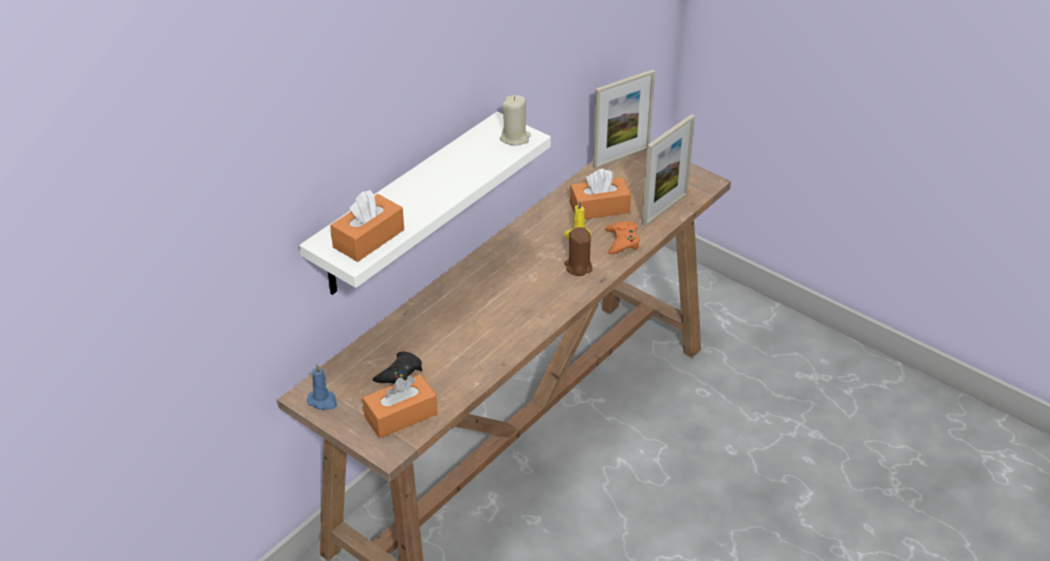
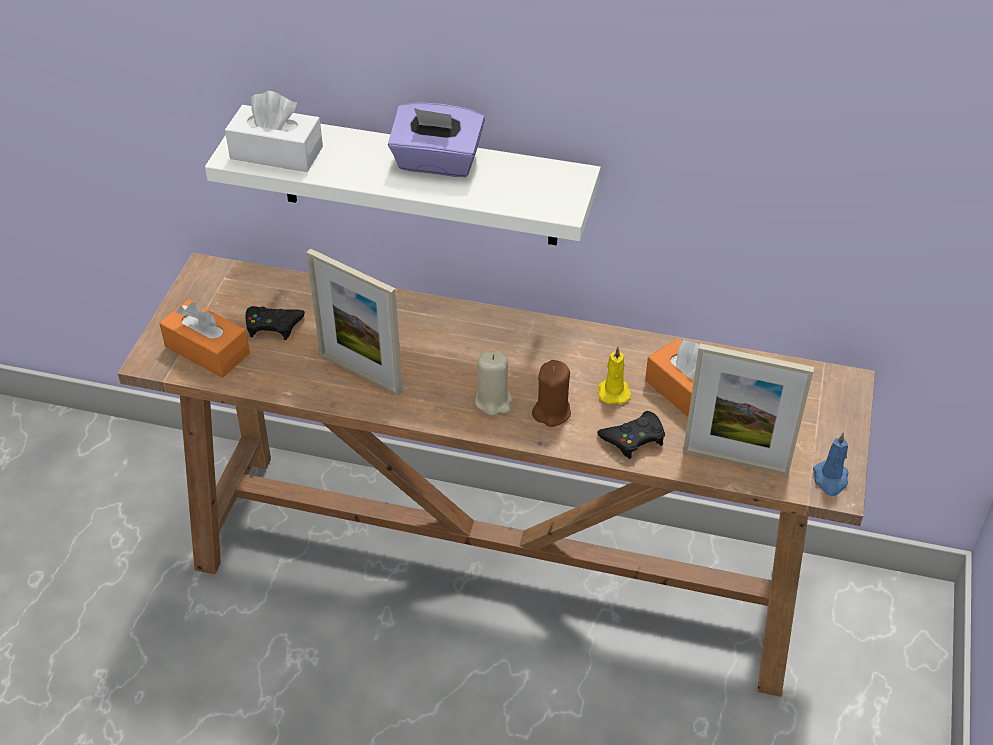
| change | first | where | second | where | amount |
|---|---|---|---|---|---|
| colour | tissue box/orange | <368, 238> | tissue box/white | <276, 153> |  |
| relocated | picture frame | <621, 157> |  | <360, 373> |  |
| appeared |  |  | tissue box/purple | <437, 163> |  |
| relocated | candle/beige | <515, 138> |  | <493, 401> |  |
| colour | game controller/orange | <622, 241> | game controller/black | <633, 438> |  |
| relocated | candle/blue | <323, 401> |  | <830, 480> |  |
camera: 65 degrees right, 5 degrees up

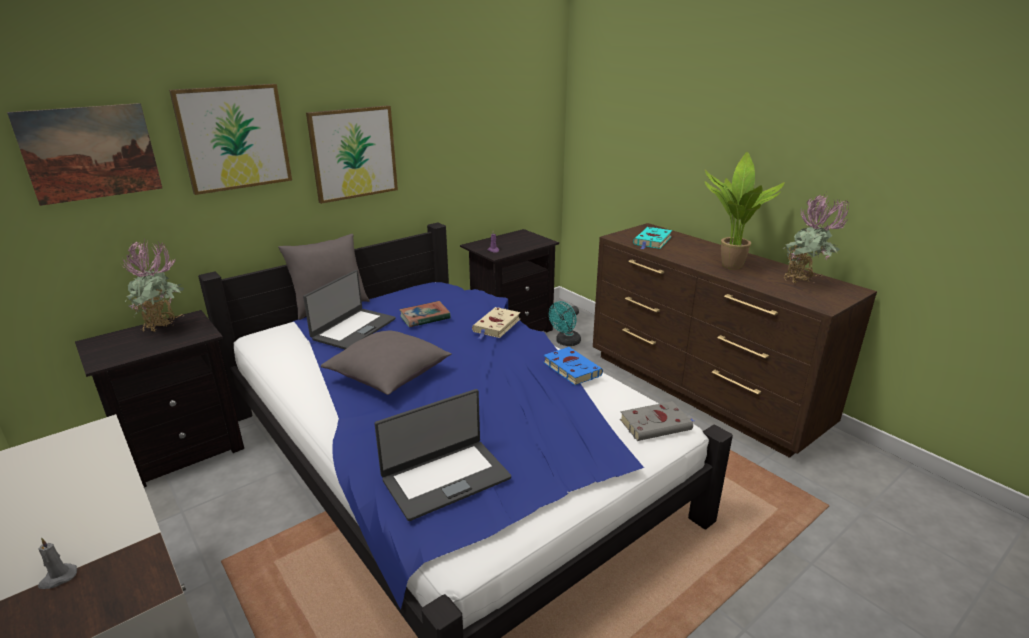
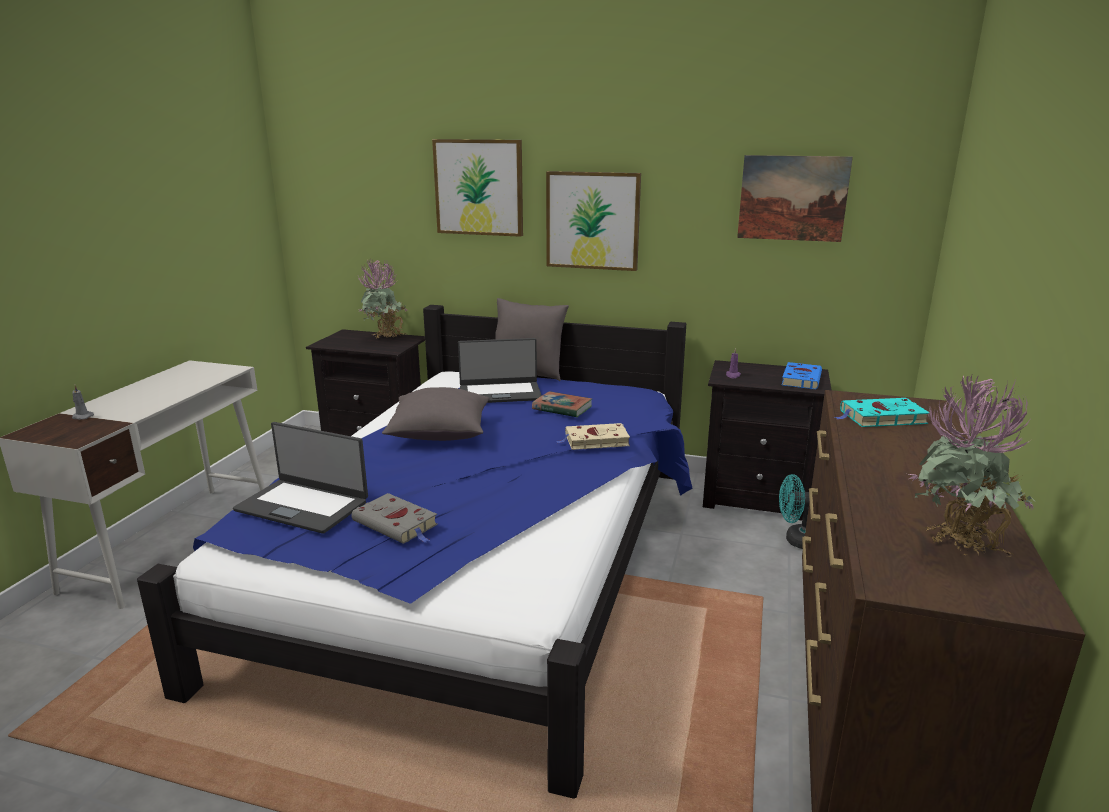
| change | first | where | second | where | amount |
|---|---|---|---|---|---|
| relocated | book/grey | <657, 424> |  | <397, 524> |  |
| relocated | picture | <90, 153> |  | <792, 198> |  |
| relocated | book/blue | <570, 368> |  | <801, 379> |  |
| missing | potted plant | <728, 266> |  |  |  |
camera: 55 degrees right, 5 degrees down

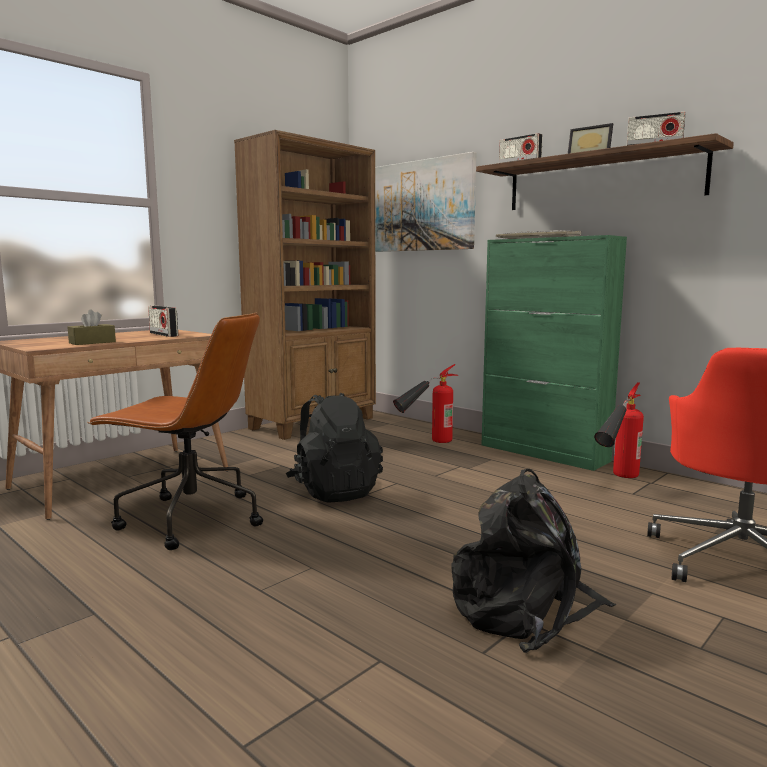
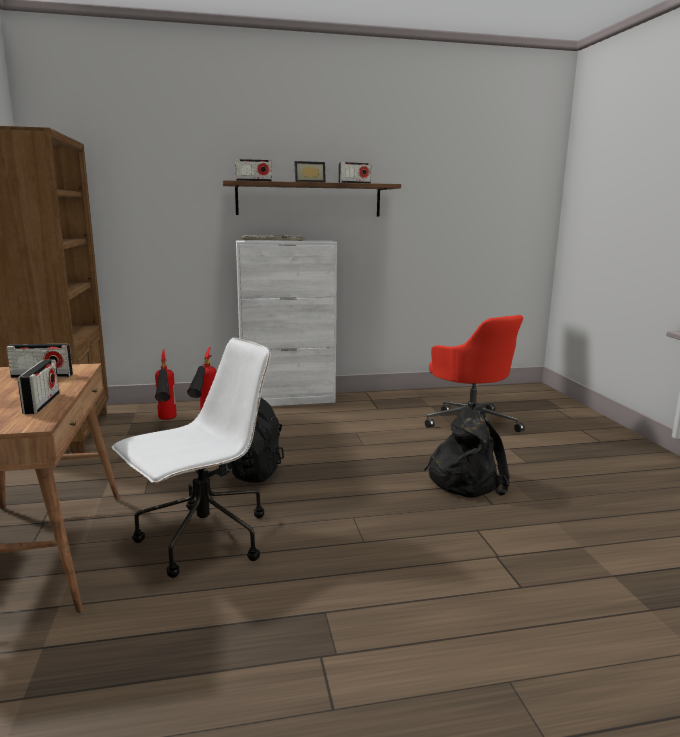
| change | first | where | second | where | amount |
|---|---|---|---|---|---|
| exchanged | tissue box/brown | <92, 342> | radio | <42, 403> |  |
| colour | office chair/brown | <189, 519> | office chair/white | <202, 540> |  |
| relocated | fire extinguisher | <617, 480> |  | <166, 422> |  |
| colour | cabinet/green | <544, 453> | cabinet/white | <288, 400> |  |
| missing | picture | <421, 206> |  |  |  |
camera: 55 degrees left, 5 degrees up

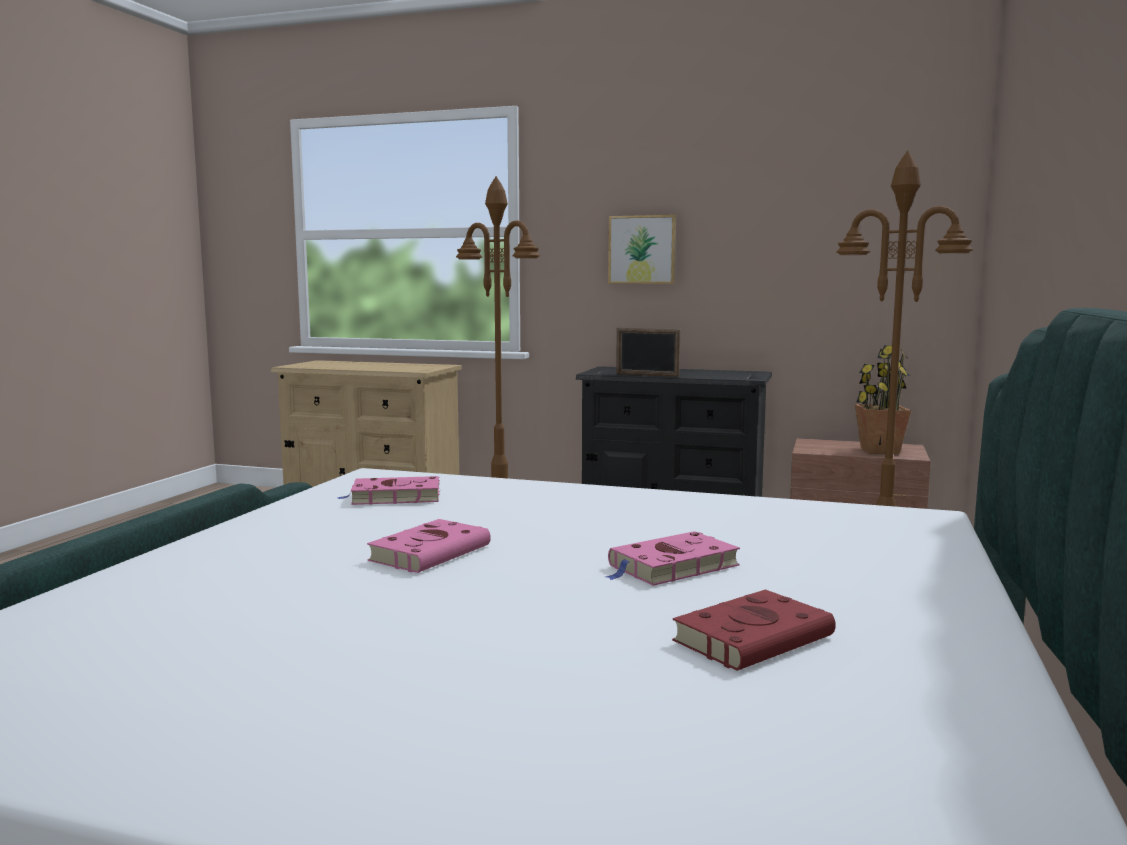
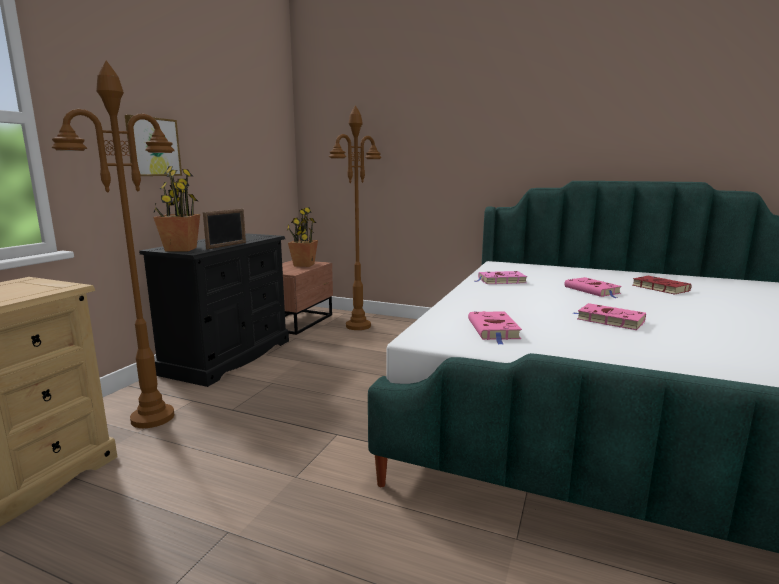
| change | first | where | second | where | amount |
|---|---|---|---|---|---|
| appeared |  |  | potted plant | <180, 249> |  |
| appeared |  |  | book/pink | <500, 281> |  |
camera: 85 degrees left, 5 degrees up

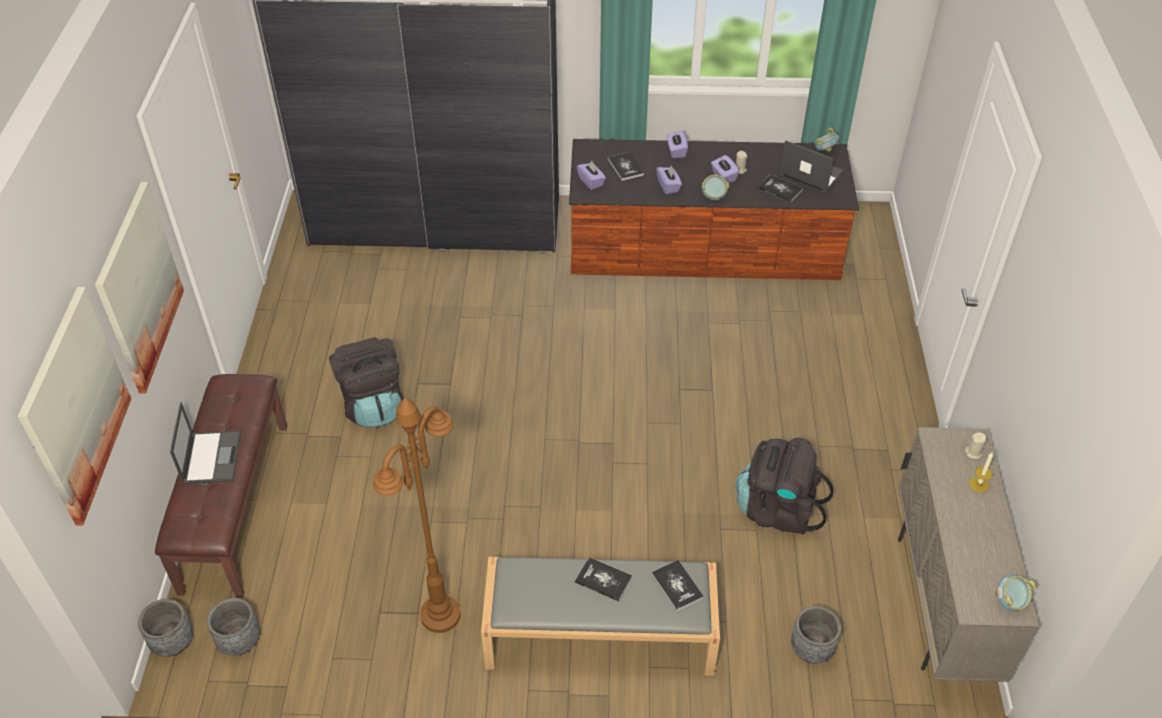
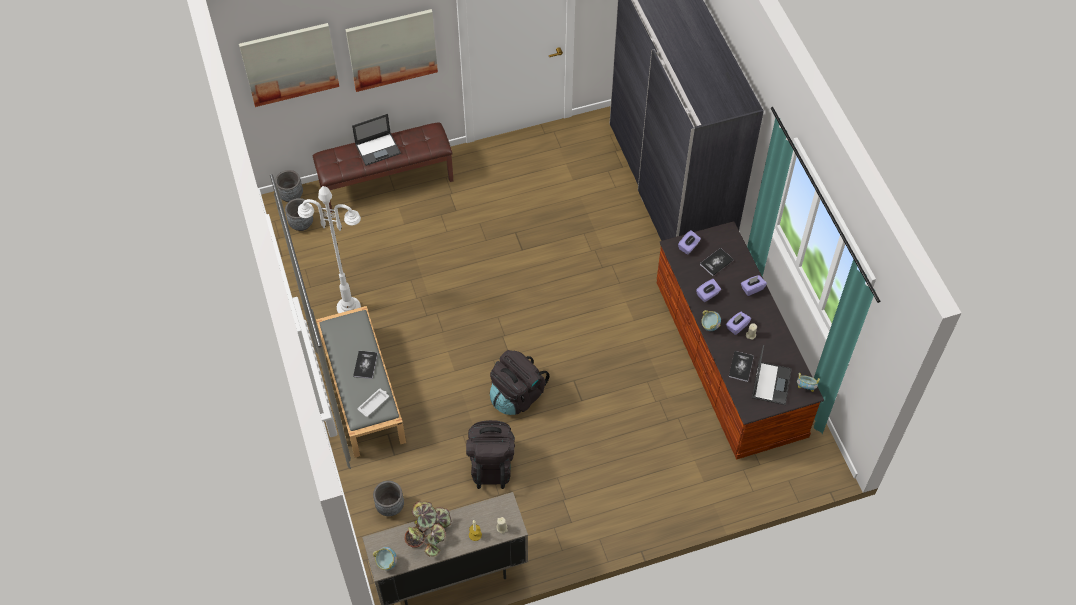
| change | first | where | second | where | amount |
|---|---|---|---|---|---|
| colour | floor lamp/brown | <440, 615> | floor lamp/white | <348, 308> |  |
| exchanged | book | <677, 586> | tray/white | <374, 403> |  |
| appeared |  |  | potted plant | <428, 534> |  |
| relocated | backpack/black | <373, 405> |  | <517, 395> |  |
camera: 70 degrees right, 10 degrees up

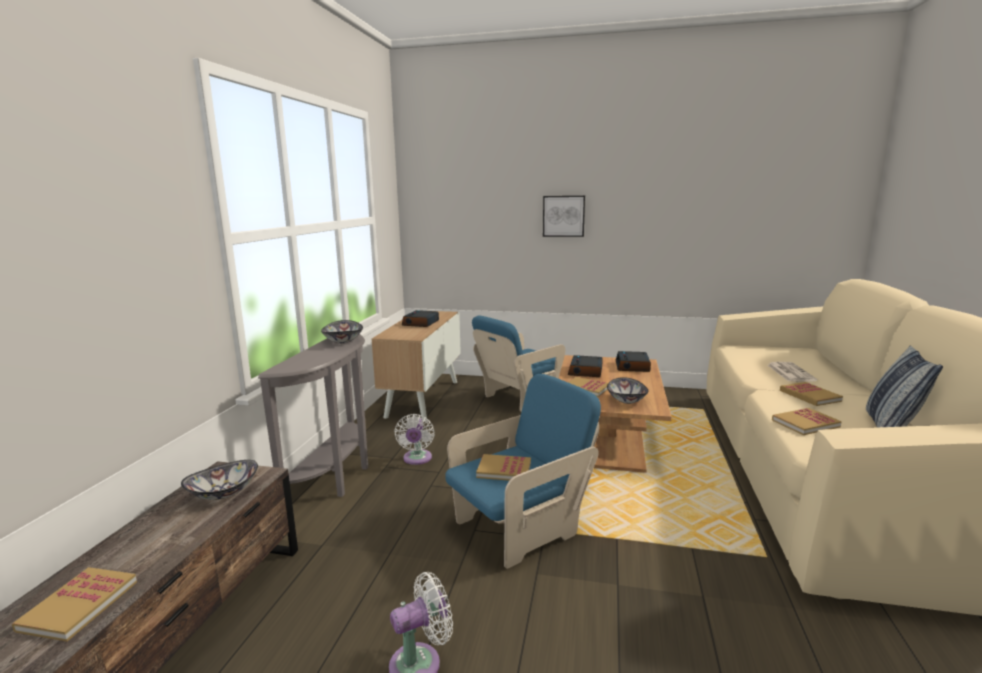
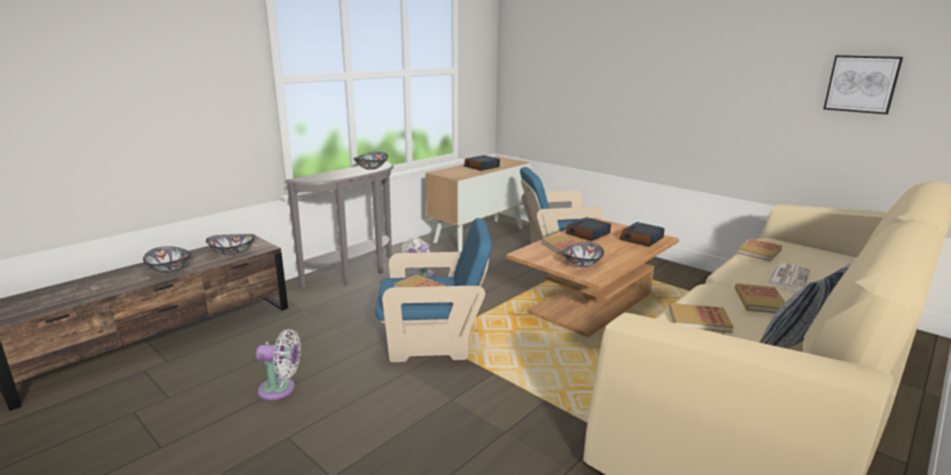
| change | first | where | second | where | amount |
|---|---|---|---|---|---|
| appeared |  |  | bowl | <169, 269> |  |
| relocated | book | <79, 605> |  | <759, 251> |  |
| relocated | picture | <563, 216> |  | <861, 84> |  |
camera: 30 degrees right, 5 degrees up

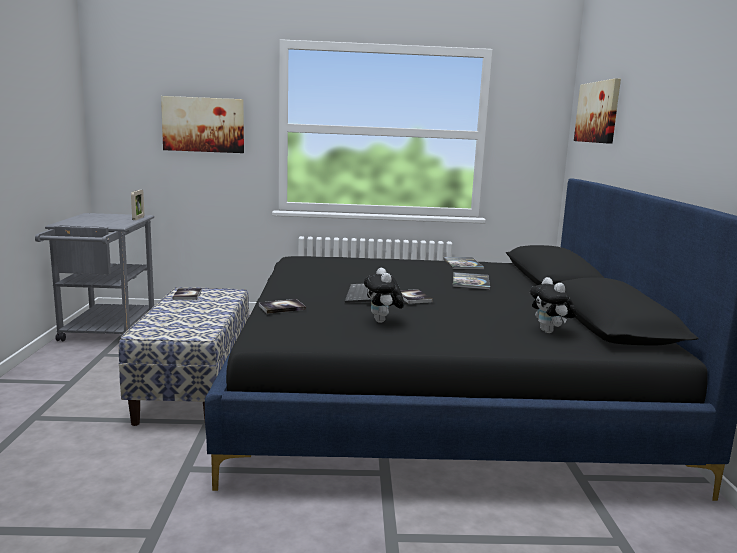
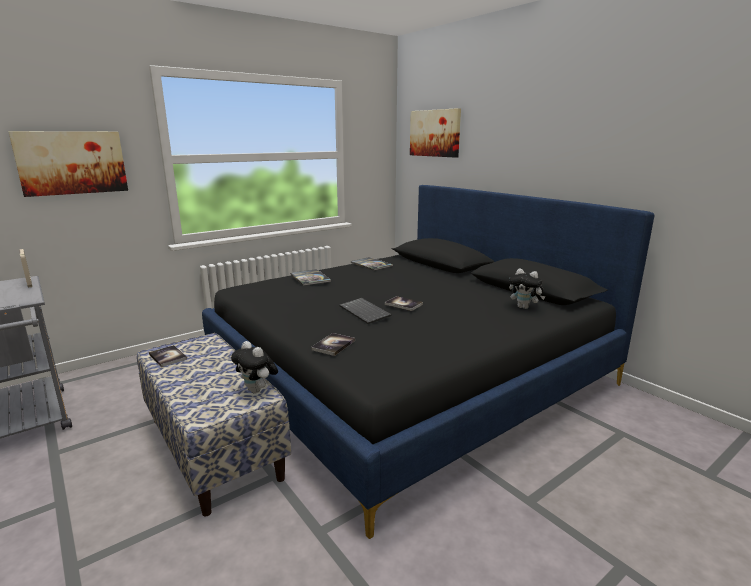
| change | first | where | second | where | amount |
|---|---|---|---|---|---|
| relocated | plush toy | <383, 321> |  | <257, 390> |  |
| relocated | book | <470, 282> |  | <310, 278> |  |
camera: 35 degrees left, 5 degrees up

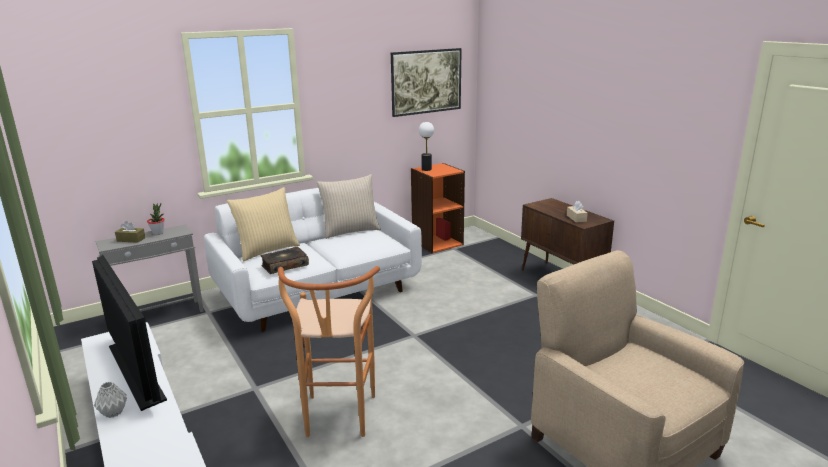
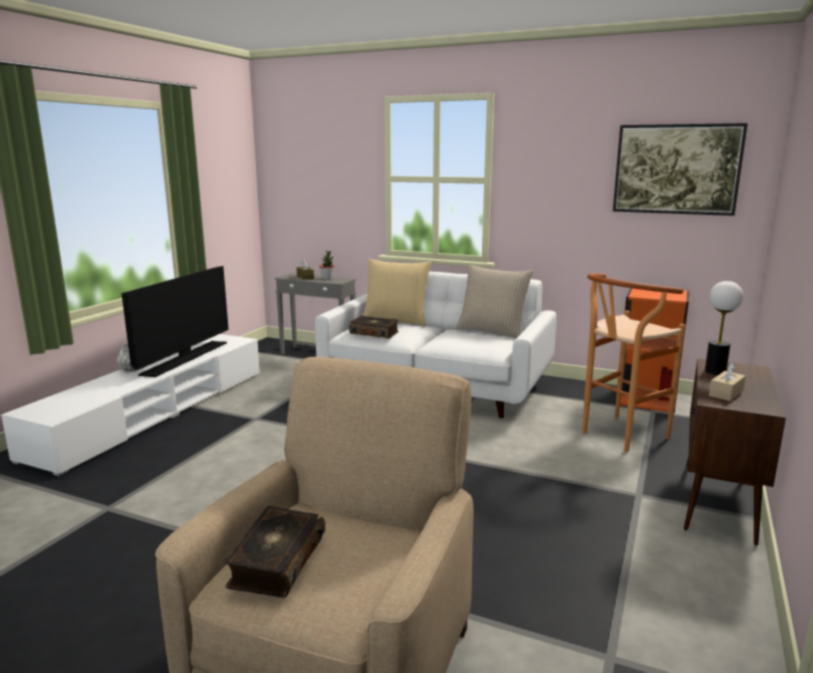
| change | first | where | second | where | amount |
|---|---|---|---|---|---|
| appeared |  |  | book | <276, 562> |  |
| relocated | stool/brown | <338, 421> |  | <618, 436> |  |
| relocated | table lamp | <426, 169> |  | <715, 371> |  |
camera: 55 degrees right, 5 degrees down

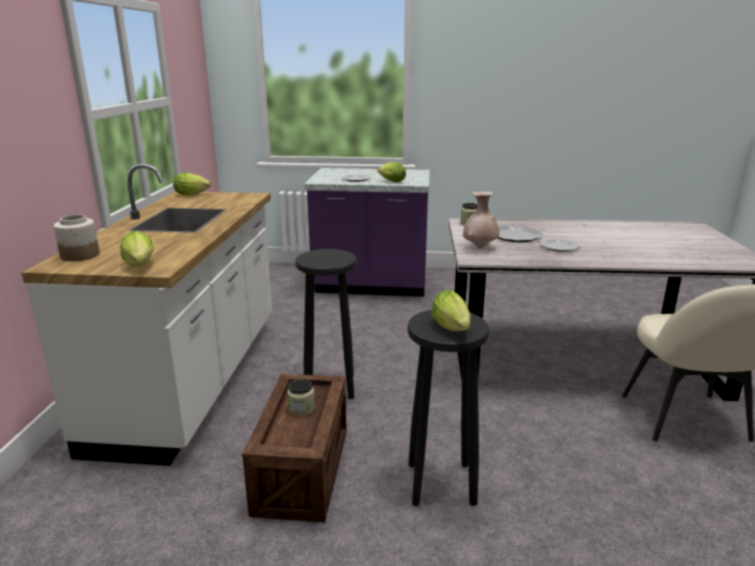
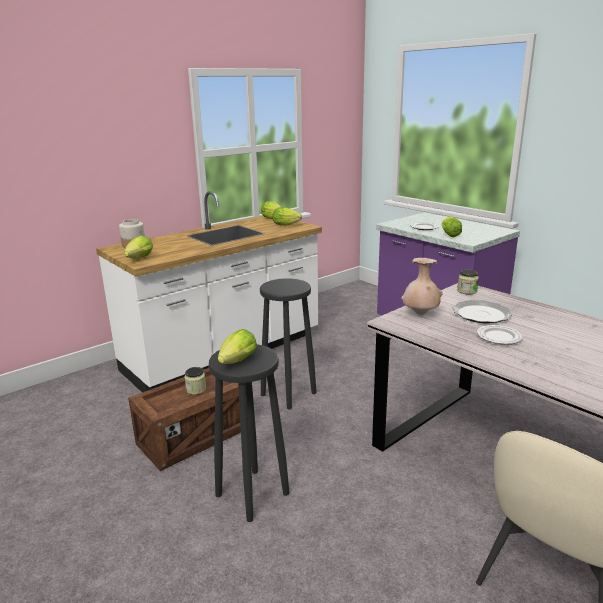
| change | first | where | second | where | amount |
|---|---|---|---|---|---|
| appeared |  |  | lettuce | <287, 225> |  |
camera: 45 degrees right, 0 degrees up

